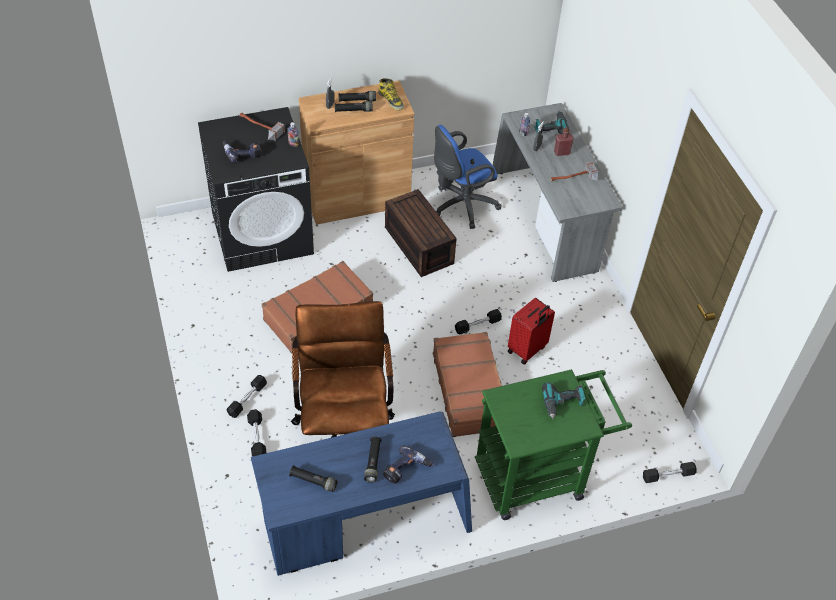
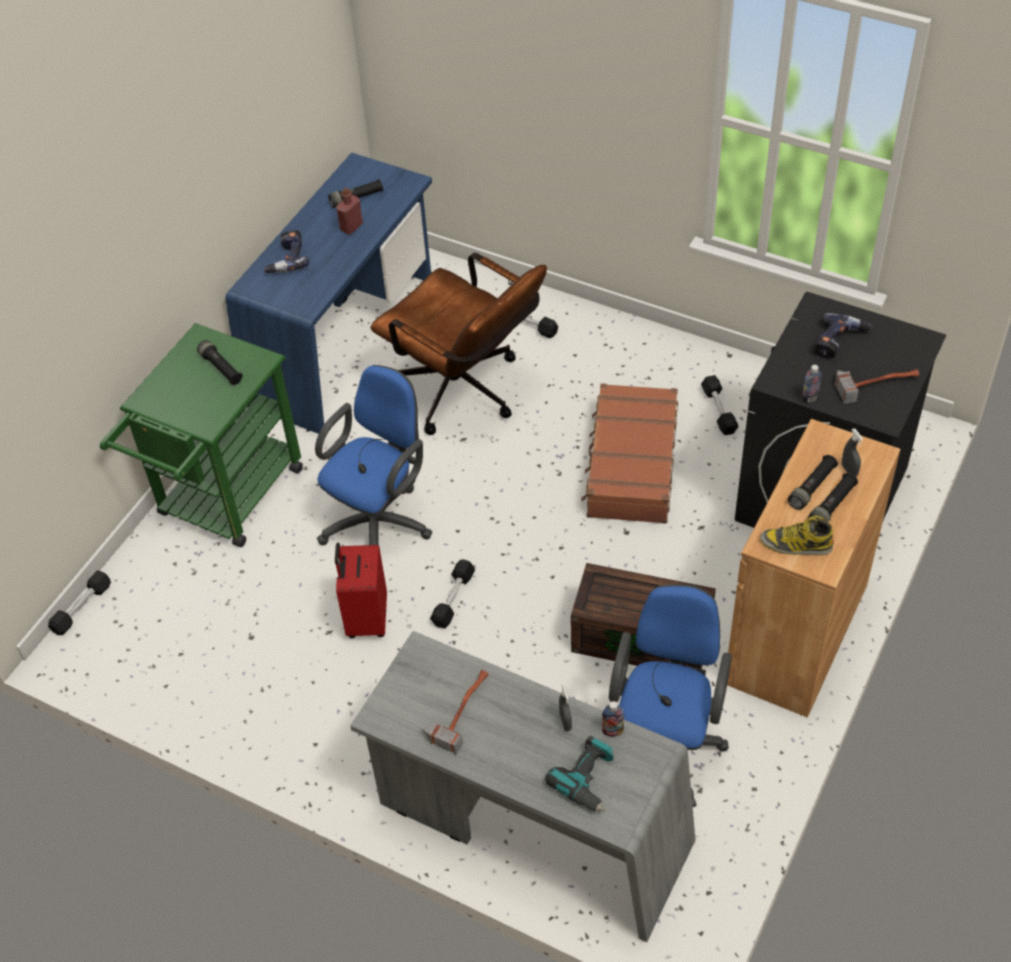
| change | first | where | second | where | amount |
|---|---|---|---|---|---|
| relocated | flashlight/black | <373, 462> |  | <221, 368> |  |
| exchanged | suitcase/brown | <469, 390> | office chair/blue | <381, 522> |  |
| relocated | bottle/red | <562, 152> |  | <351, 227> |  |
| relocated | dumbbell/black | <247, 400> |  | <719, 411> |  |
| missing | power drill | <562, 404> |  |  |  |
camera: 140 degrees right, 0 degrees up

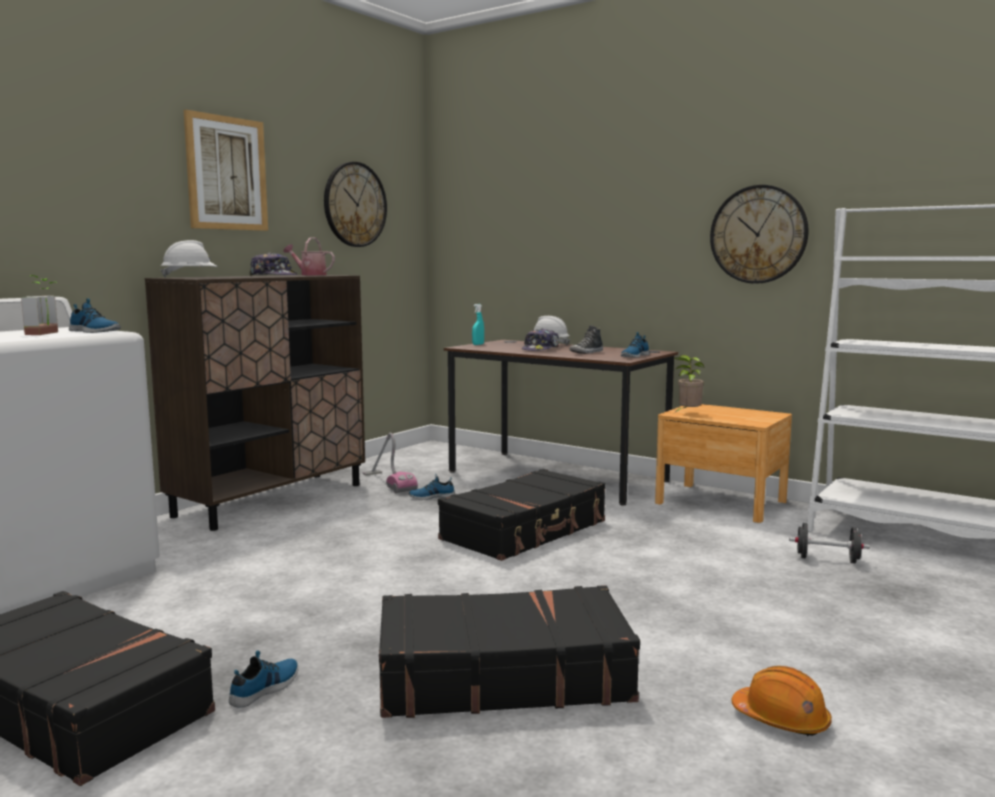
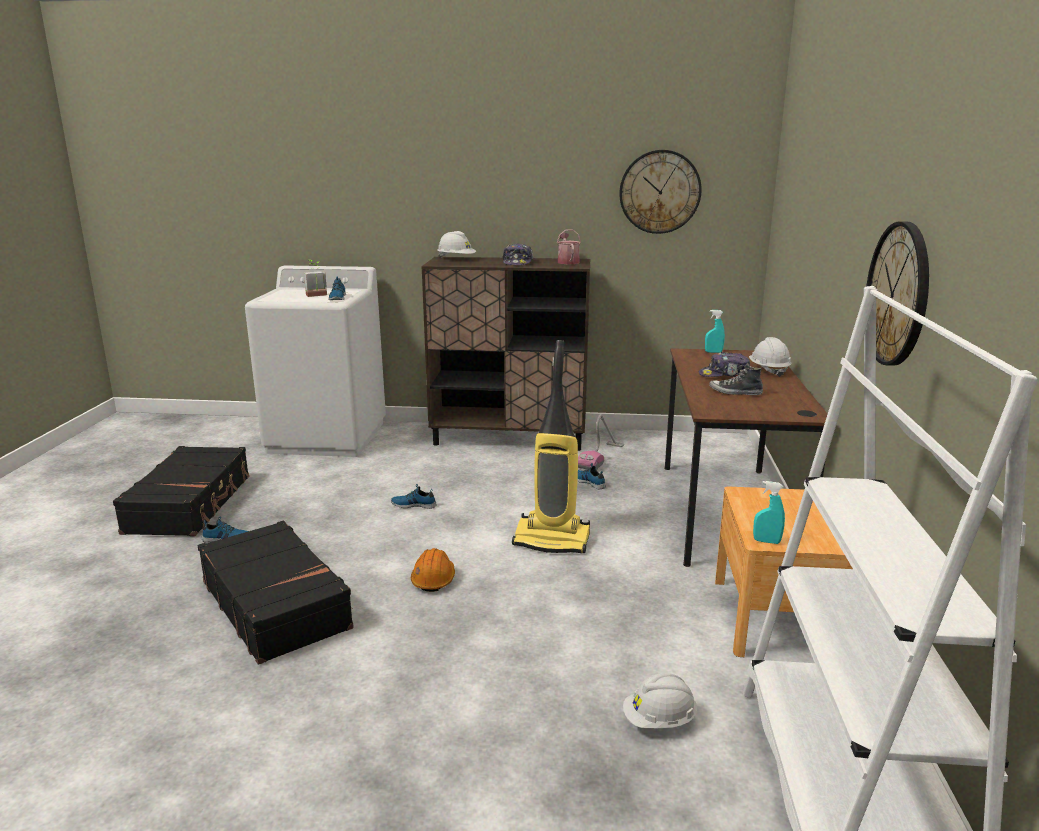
| change | first | where | second | where | amount |
|---|---|---|---|---|---|
| relocated | shoe | <634, 356> |  | <414, 505> |  |
| relocated | hard hat/orange | <781, 719> |  | <433, 579> |  |
| exchanged | suitcase/black | <525, 531> | vacuum cleaner | <552, 540> |  |
| exchanged | dumbbell/black | <827, 559> | hard hat/white | <659, 721> |  |
| appeared |  |  | spray bottle/turquoise | <766, 541> |  |
| missing | picture | <226, 173> |  |  |  |
| missing | potted plant | <687, 413> |  |  |  |
camera: 60 degrees right, 10 degrees up

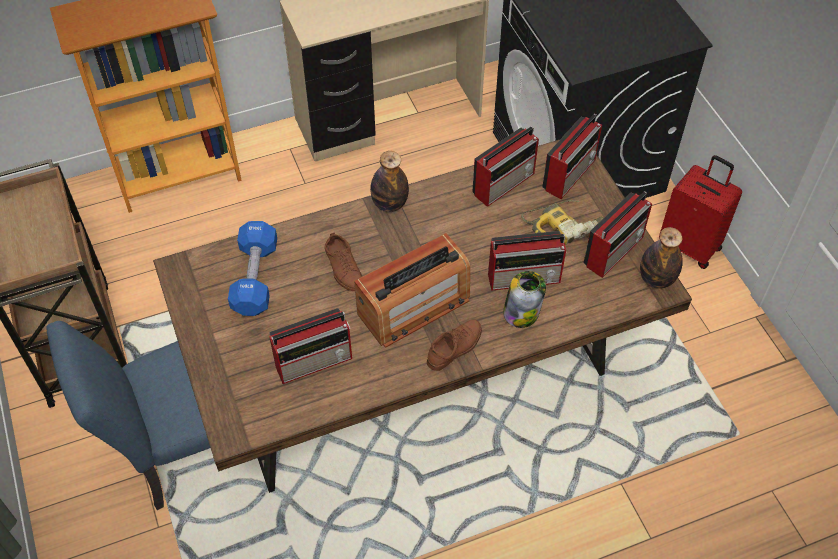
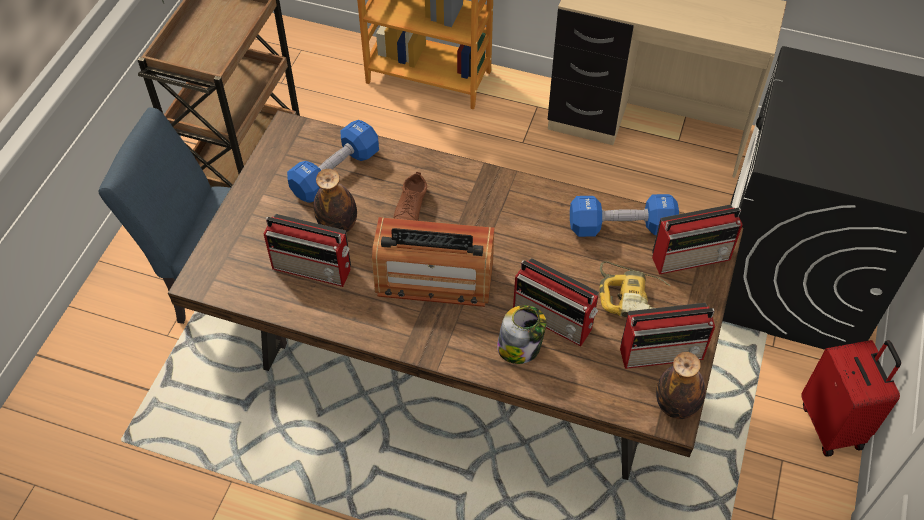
| change | first | where | second | where | amount |
|---|---|---|---|---|---|
| relocated | bottle | <389, 204> |  | <338, 225> |  |
| exchanged | radio | <505, 183> | dumbbell/blue | <621, 227> |  |
| missing | shoe/brown | <455, 347> |  |  |  |
camera: 40 degrees right, 0 degrees up

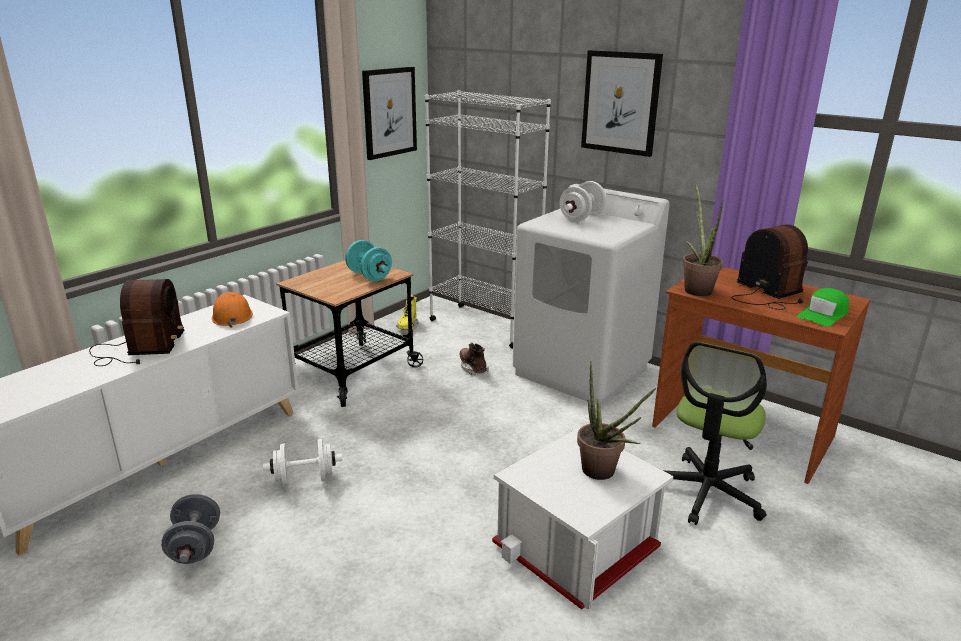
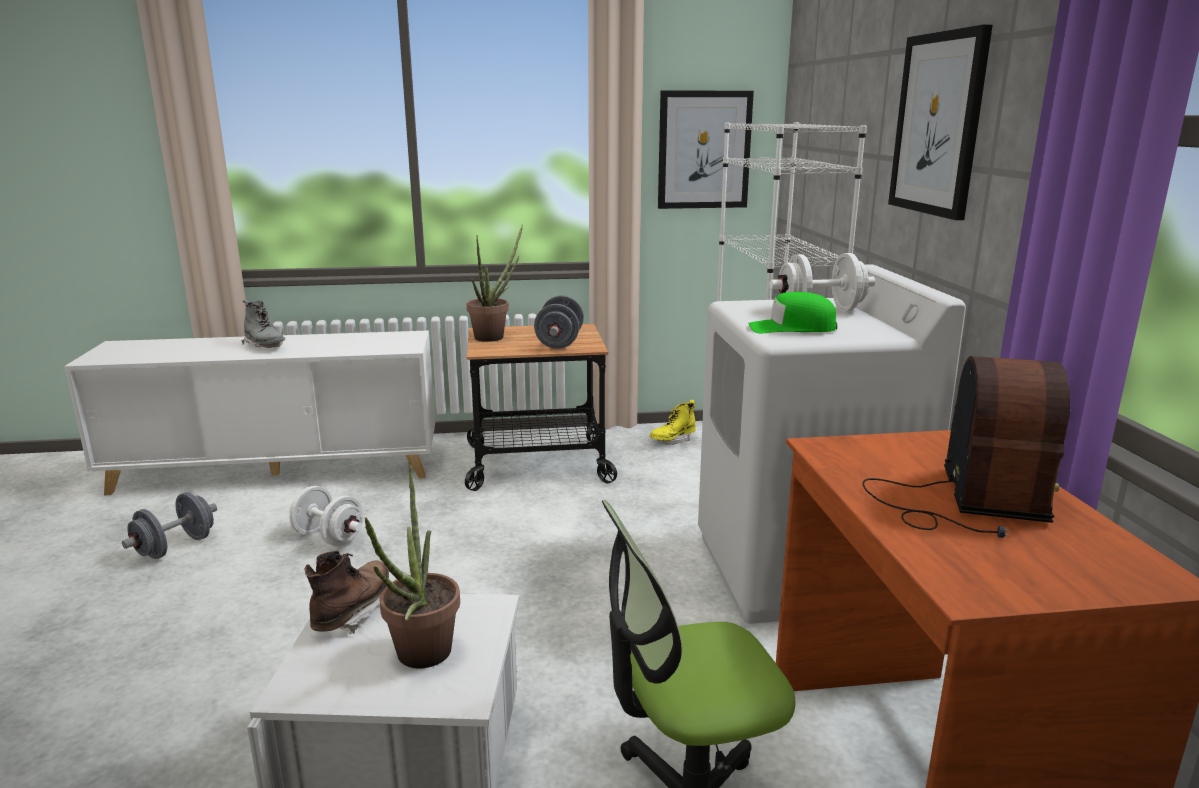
| change | first | where | second | where | amount |
|---|---|---|---|---|---|
| exchanged | radio | <139, 349> | boot/grey | <265, 346> |  |
| relocated | boot/brown | <472, 368> |  | <352, 612> |  |
| relocated | potted plant | <696, 289> |  | <494, 336> |  |
| colour | dumbbell/turquoise | <369, 276> | dumbbell/grey | <559, 342> |  |
| relocated | cap/green | <823, 315> |  | <791, 328> |  |
| missing | hard hat/orange | <232, 316> |  |  |  |
camera: 45 degrees right, 5 degrees down

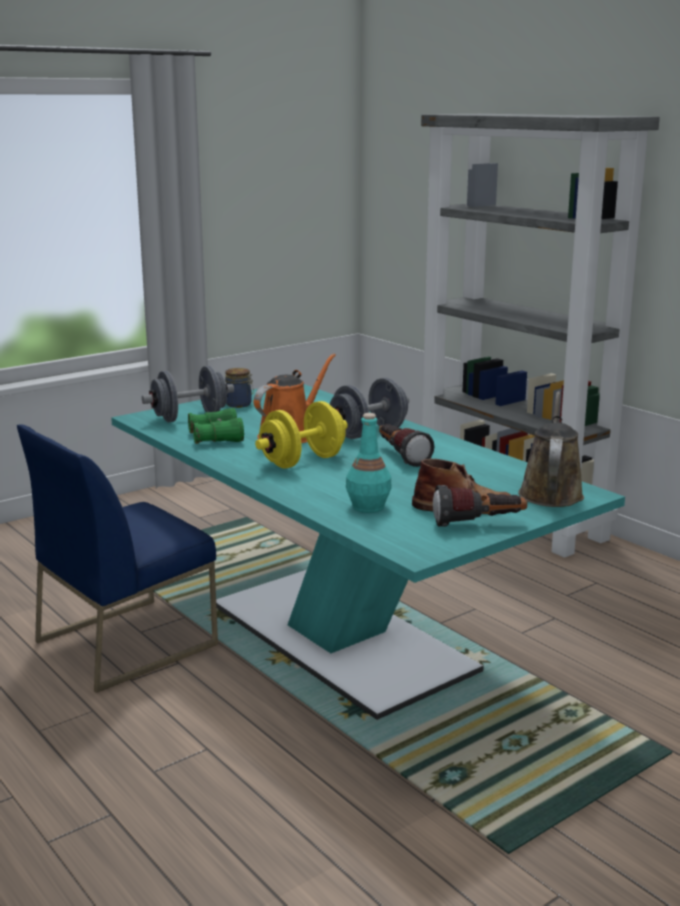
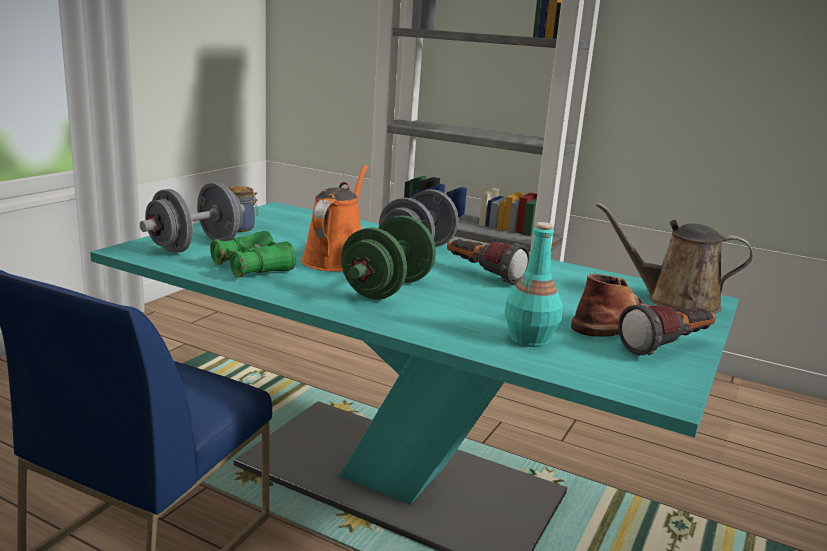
| change | first | where | second | where | amount |
|---|---|---|---|---|---|
| colour | dumbbell/yellow | <303, 461> | dumbbell/green | <387, 289> |  |
| spun | watering can/brown | <550, 492> |  | <675, 301> | 60 degrees counterclockwise |
camera: 25 degrees left, 0 degrees up

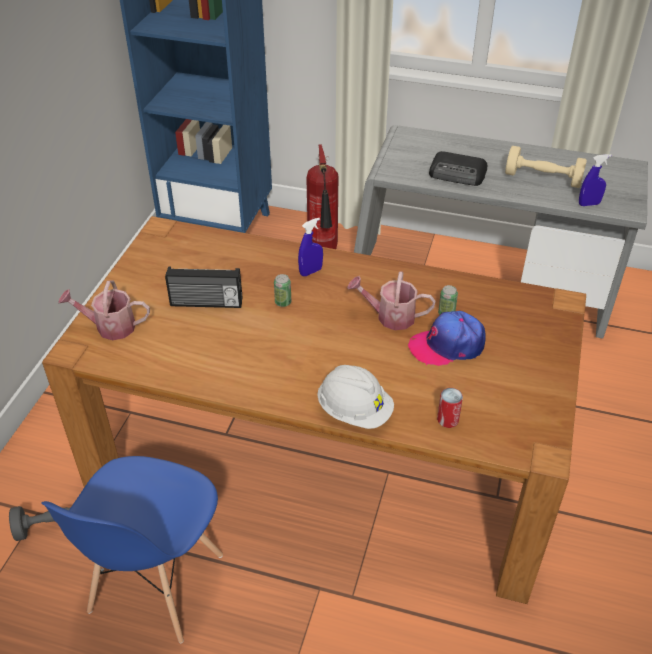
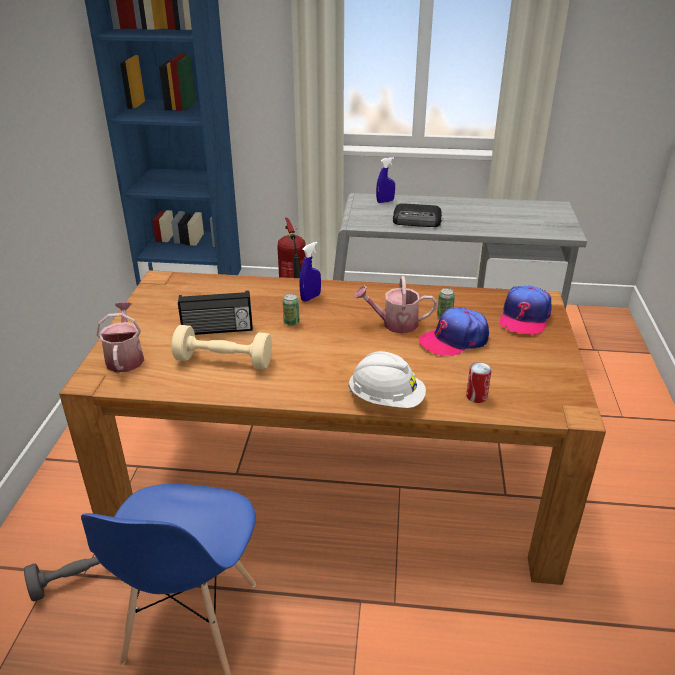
| change | first | where | second | where | amount |
|---|---|---|---|---|---|
| spun | watering can | <110, 327> |  | <125, 357> | 90 degrees clockwise |
| relocated | dumbbell/beige | <542, 179> |  | <224, 361> |  |
| relocated | spray bottle/blue | <589, 204> |  | <385, 201> |  |
| appeared |  |  | cap | <524, 317> |  |
camera: 10 degrees left, 10 degrees down

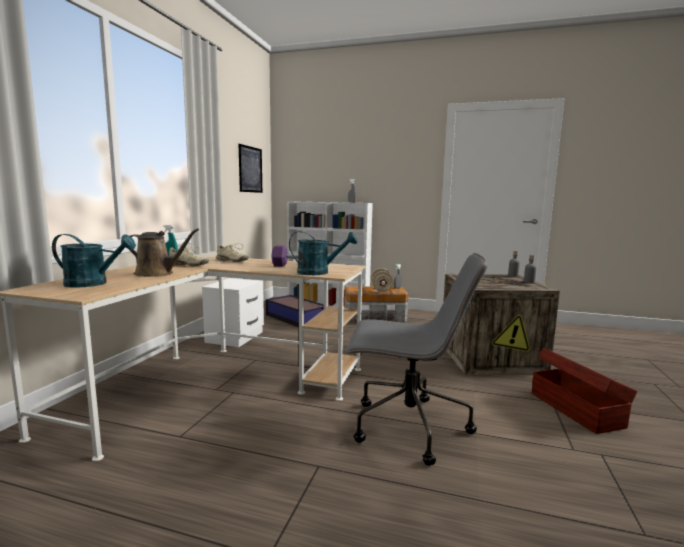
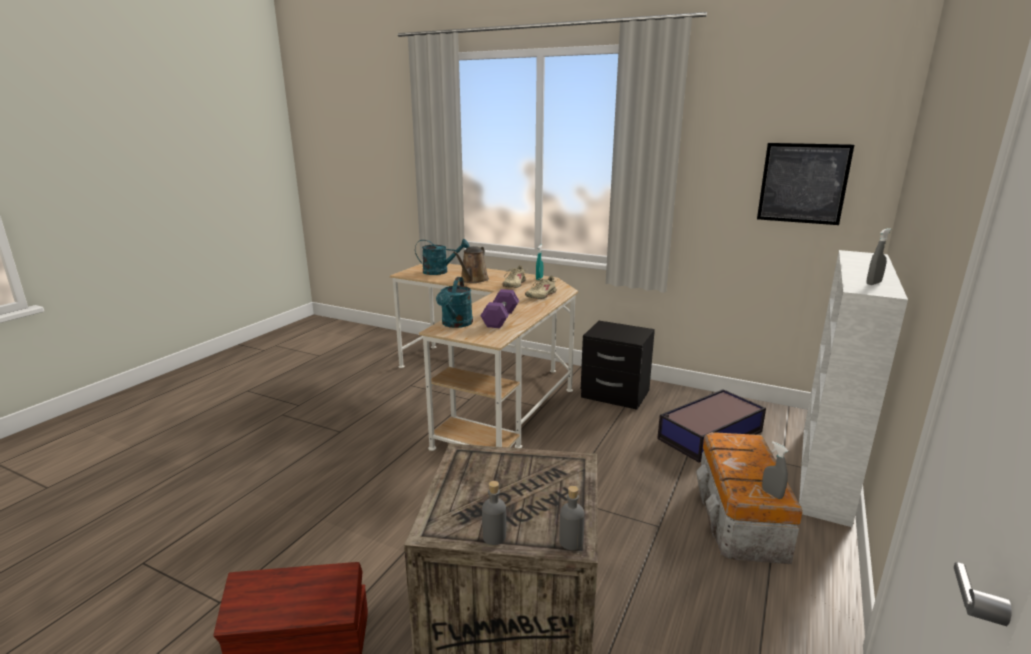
| change | first | where | second | where | amount |
|---|---|---|---|---|---|
| spun | watering can/turquoise | <93, 283> |  | <440, 271> | 105 degrees counterclockwise |
| colour | nightstand/white | <236, 337> | nightstand/black | <614, 395> |  |
| missing | office chair/grey | <407, 427> |  |  |  |
| missing | dumbbell/beige | <381, 289> |  |  |  |
camera: 100 degrees right, 10 degrees up

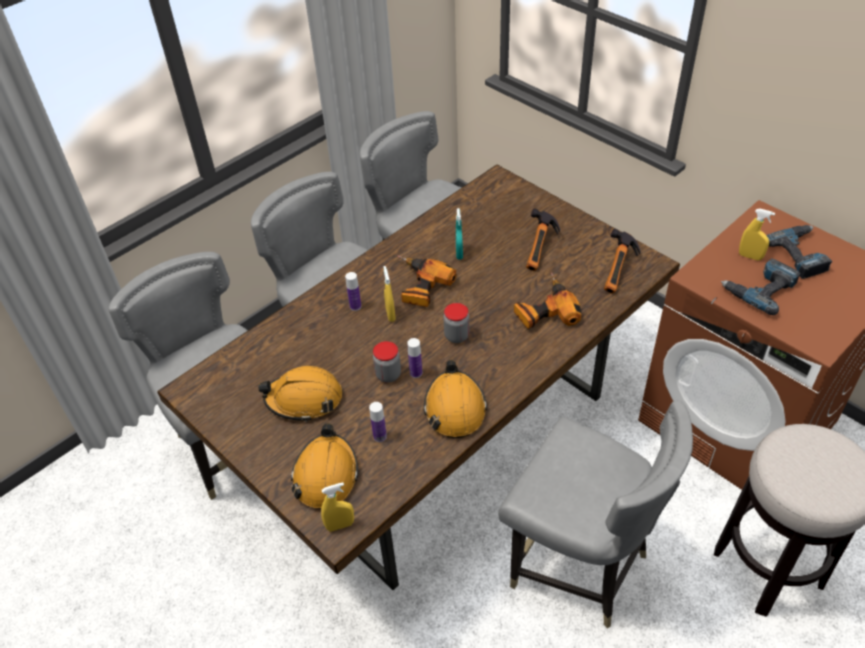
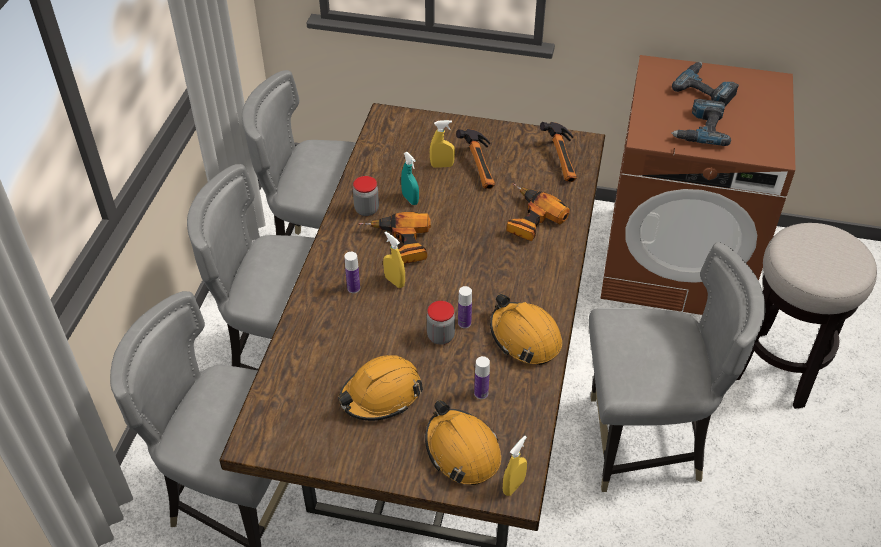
| change | first | where | second | where | amount |
|---|---|---|---|---|---|
| relocated | jar | <456, 336> |  | <366, 209> |  |
| relocated | spray bottle/yellow | <750, 256> |  | <442, 165> |  |
camera: 35 degrees left, 0 degrees up

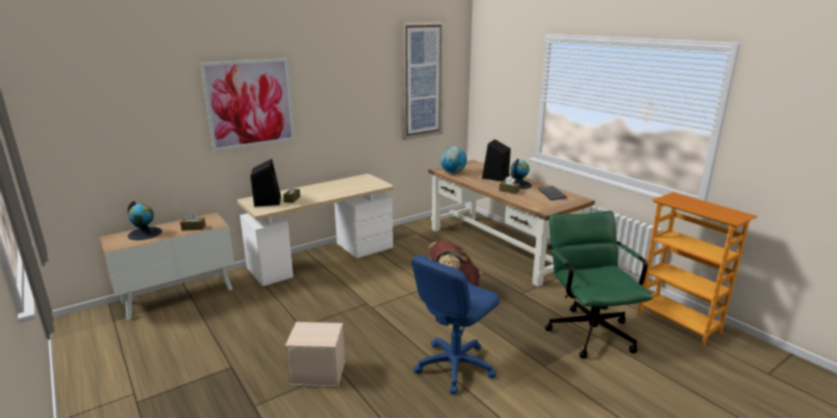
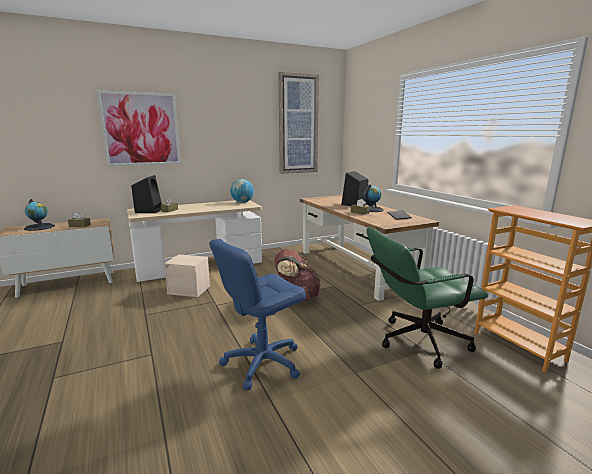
| change | first | where | second | where | amount |
|---|---|---|---|---|---|
| relocated | storage box/beige | <319, 372> |  | <189, 289> |  |
| relocated | globe | <453, 172> |  | <242, 202> |  |
| spun | office chair/green | <587, 329> |  | <415, 342> | 105 degrees counterclockwise |
camera: 10 degrees right, 5 degrees down

